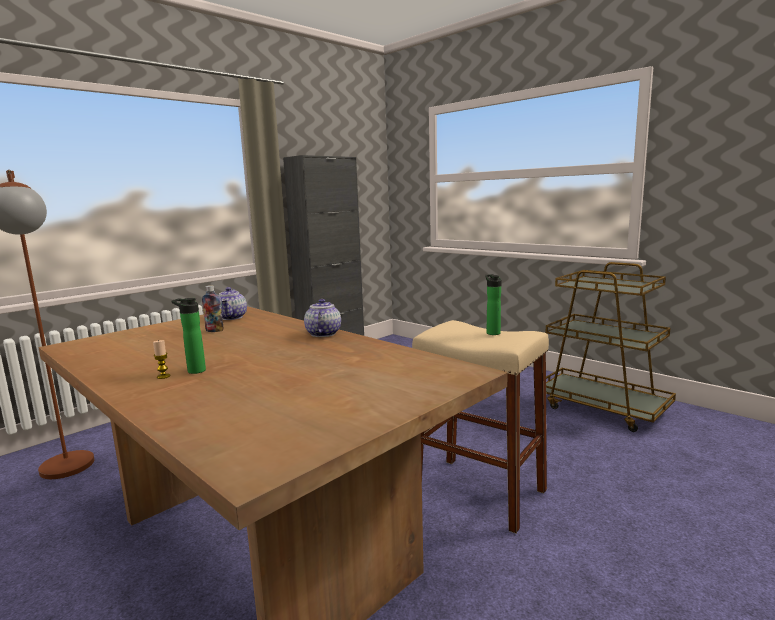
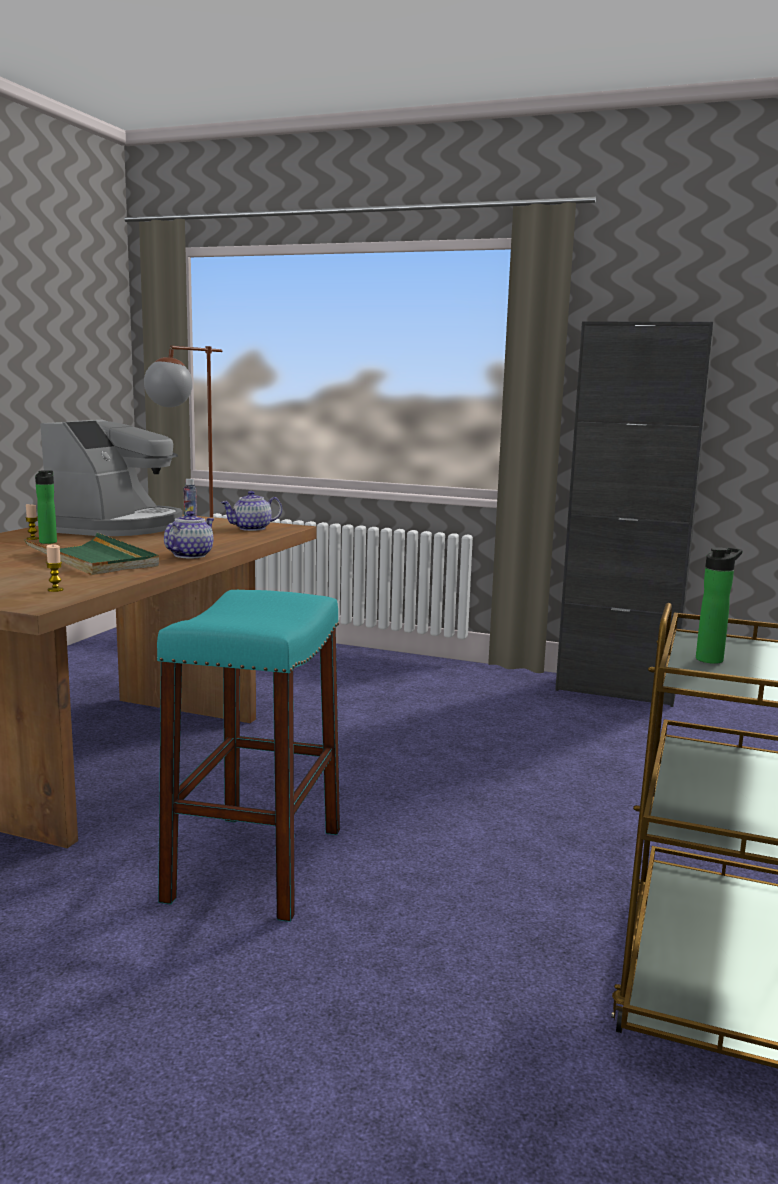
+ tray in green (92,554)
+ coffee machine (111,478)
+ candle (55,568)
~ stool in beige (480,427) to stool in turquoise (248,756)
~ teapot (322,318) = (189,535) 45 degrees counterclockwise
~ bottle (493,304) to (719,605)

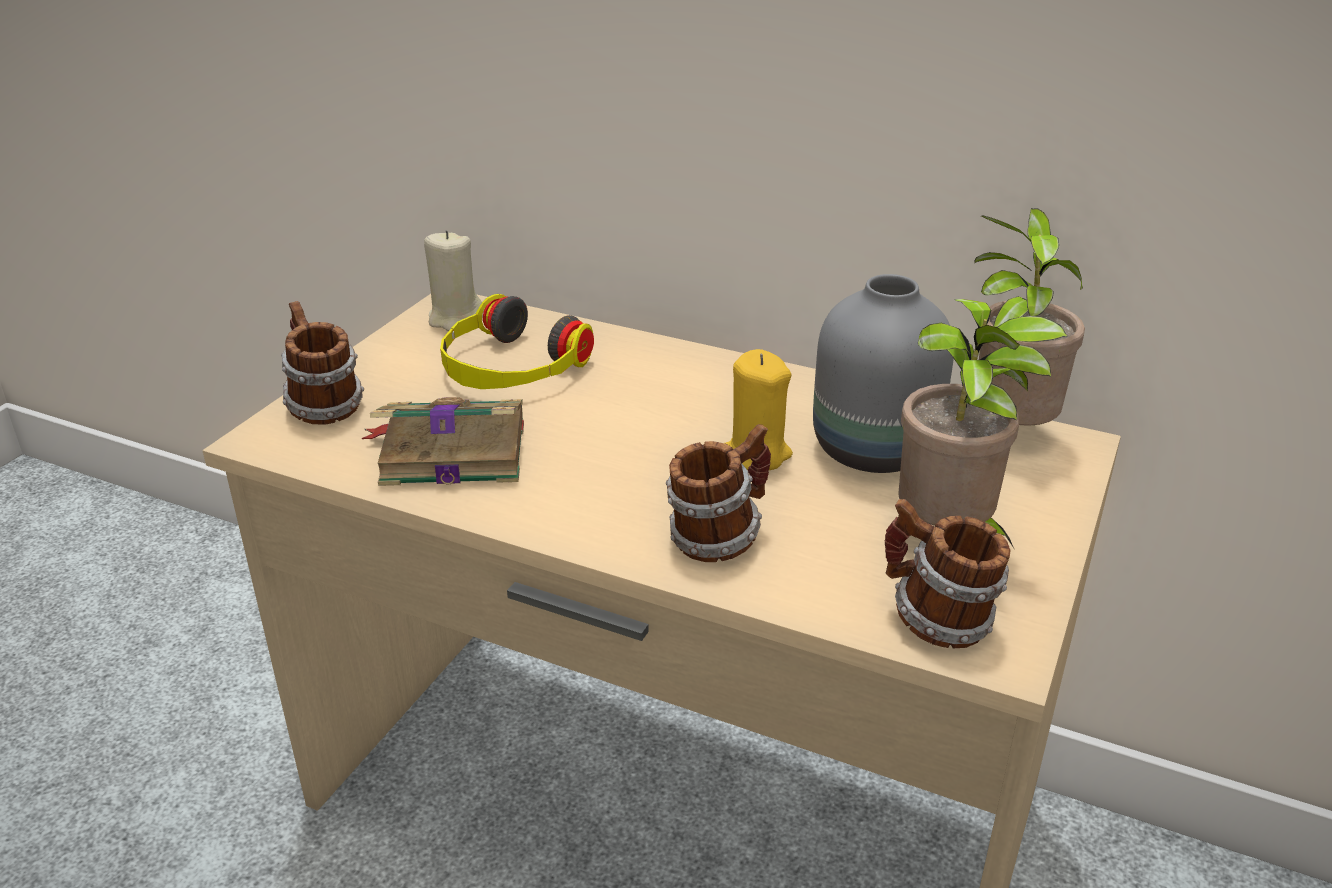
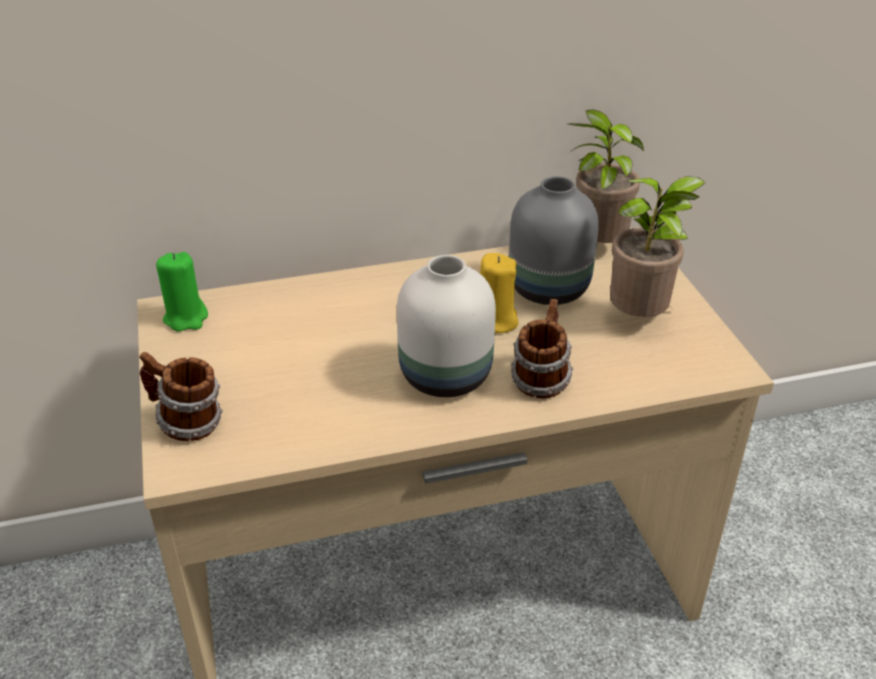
~ candle in beige (454,280) to candle in green (182,292)
+ vase in white (446,326)
- book (443,441)
- headphones (517,341)
- mug (948,573)

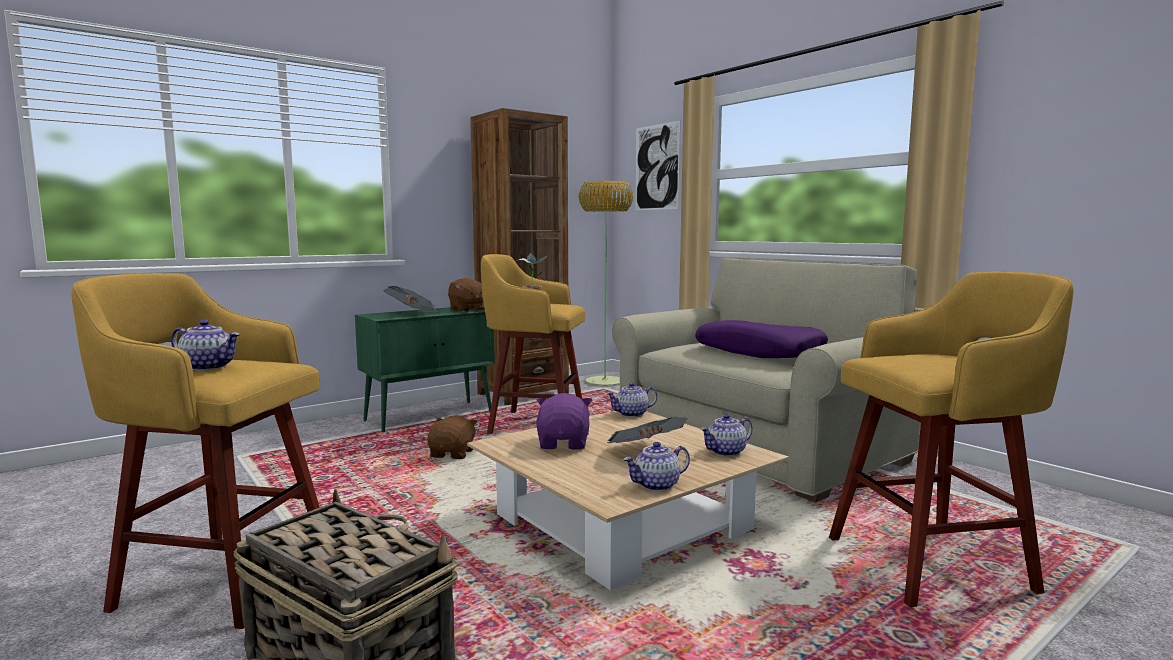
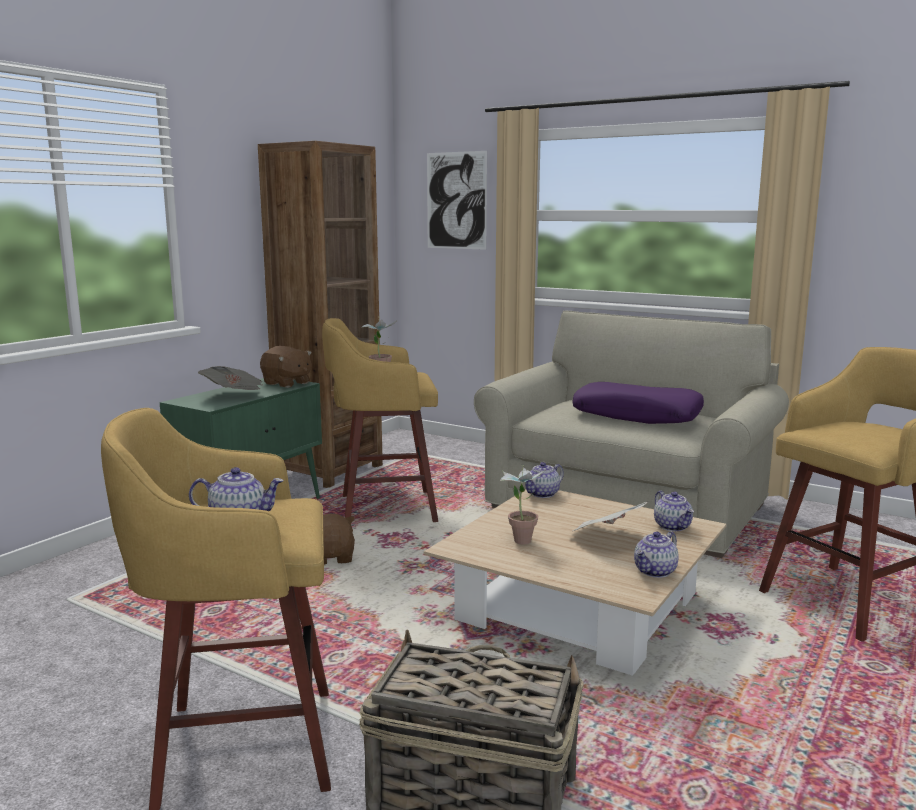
~ plush toy in purple (564,421) to potted plant (523,504)
~ teapot (726,435) = (674,511) 60 degrees counterclockwise
- floor lamp (606,284)

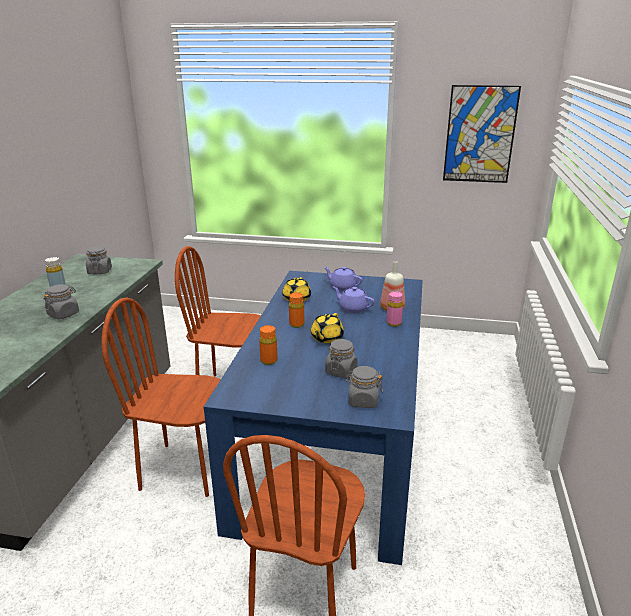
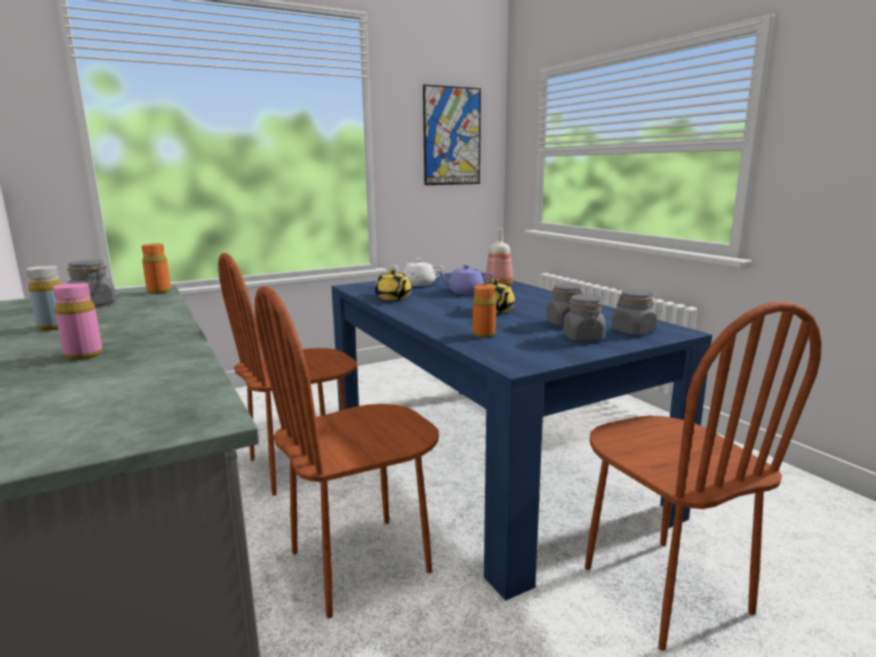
~ bottle in pink (395,309) to (77,321)
~ bottle in orange (296,310) to (156,269)
~ teapot in purple (343,279) to teapot in white (417,272)
~ jar in grey (61,301) to (584,317)

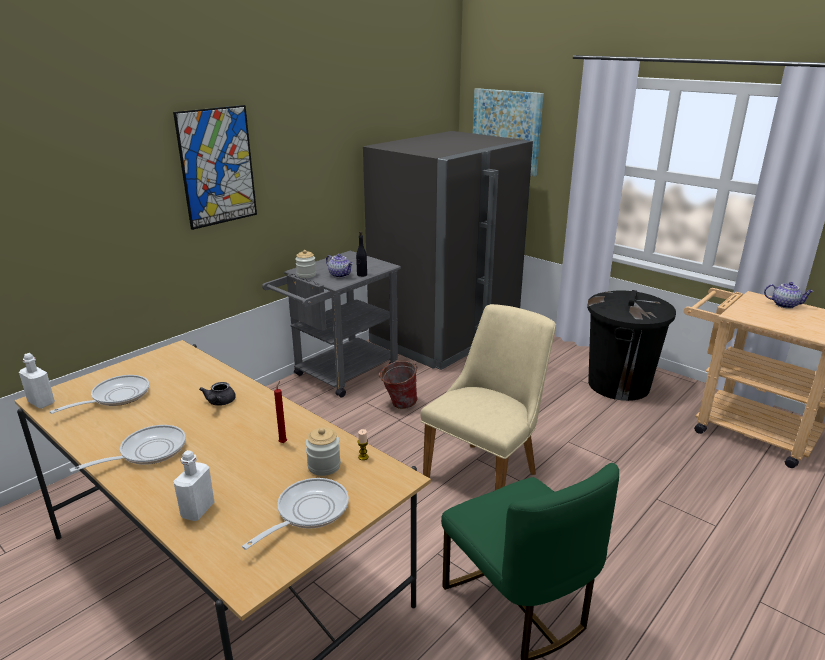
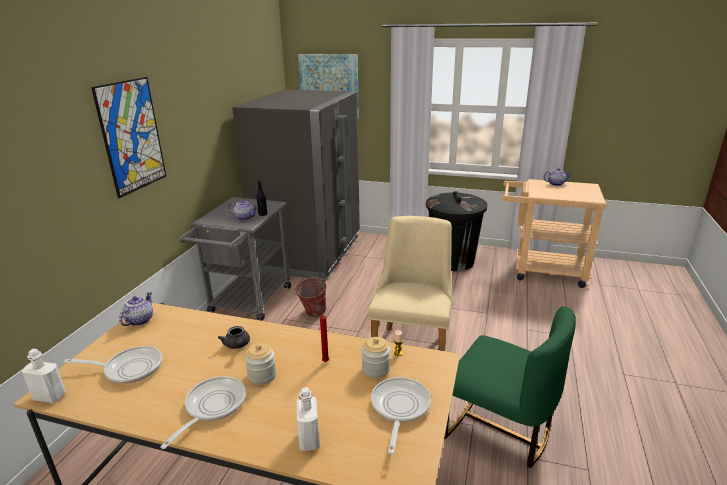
~ frying pan (99,394) = (113,365) 75 degrees clockwise
+ teapot (136,309)
~ jar (305,264) to (260,364)

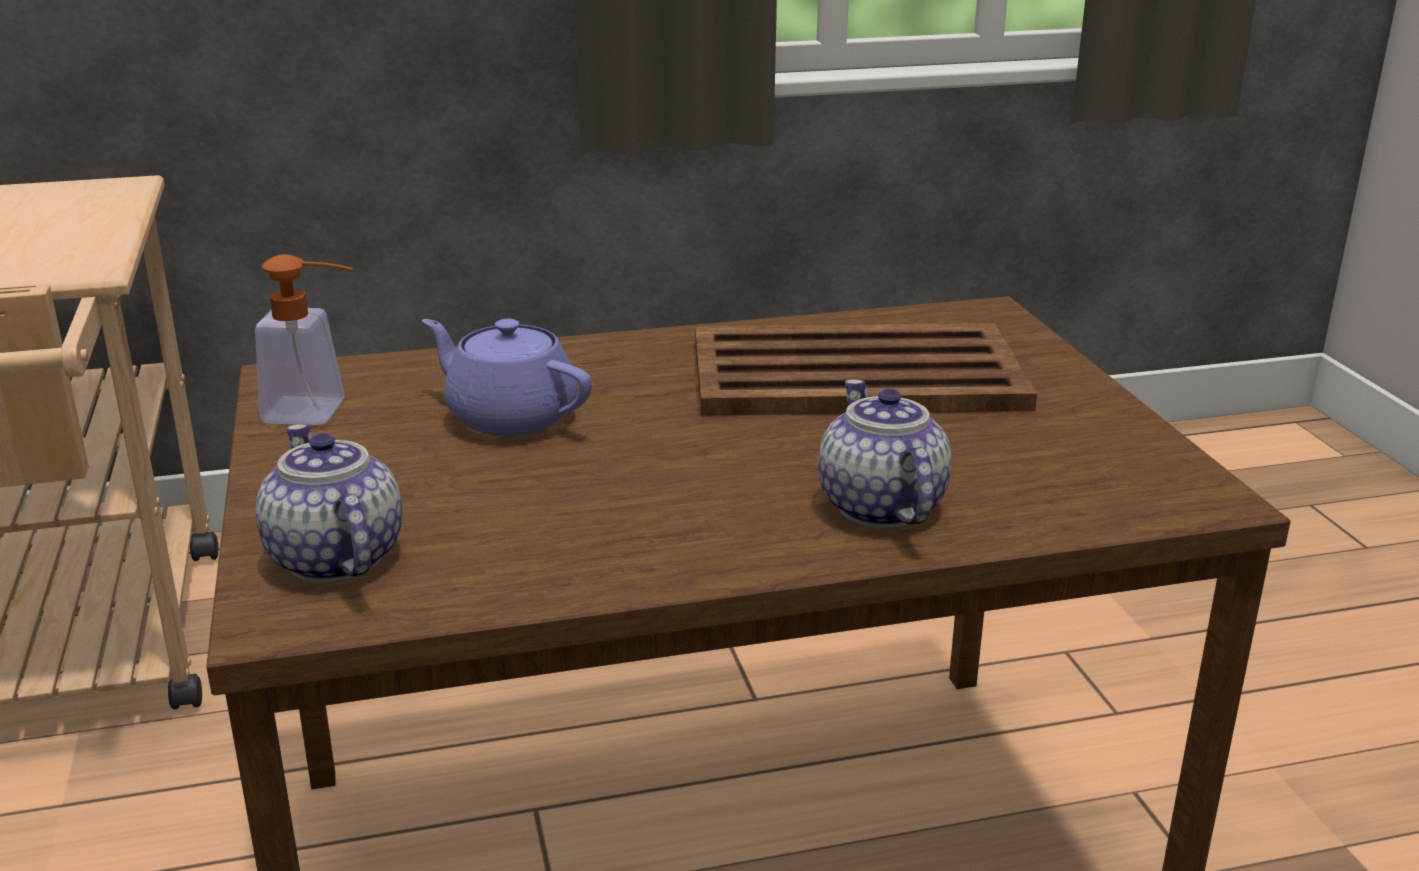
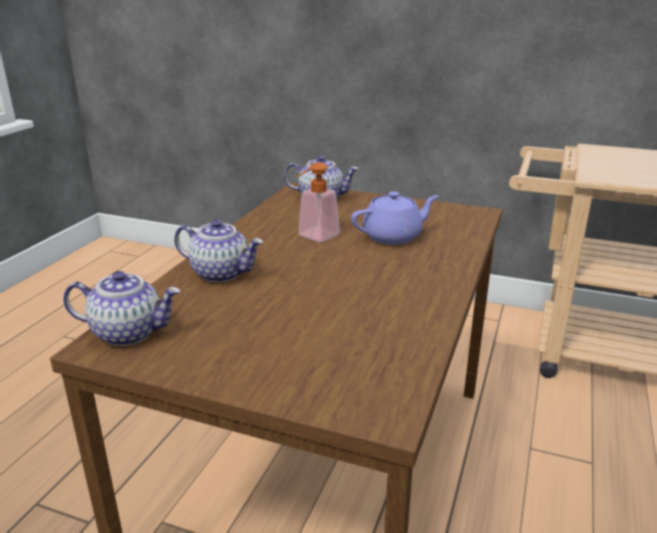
+ teapot (122,308)
~ soap dispenser (304,339) to (318,202)
- tray in brown (866,369)

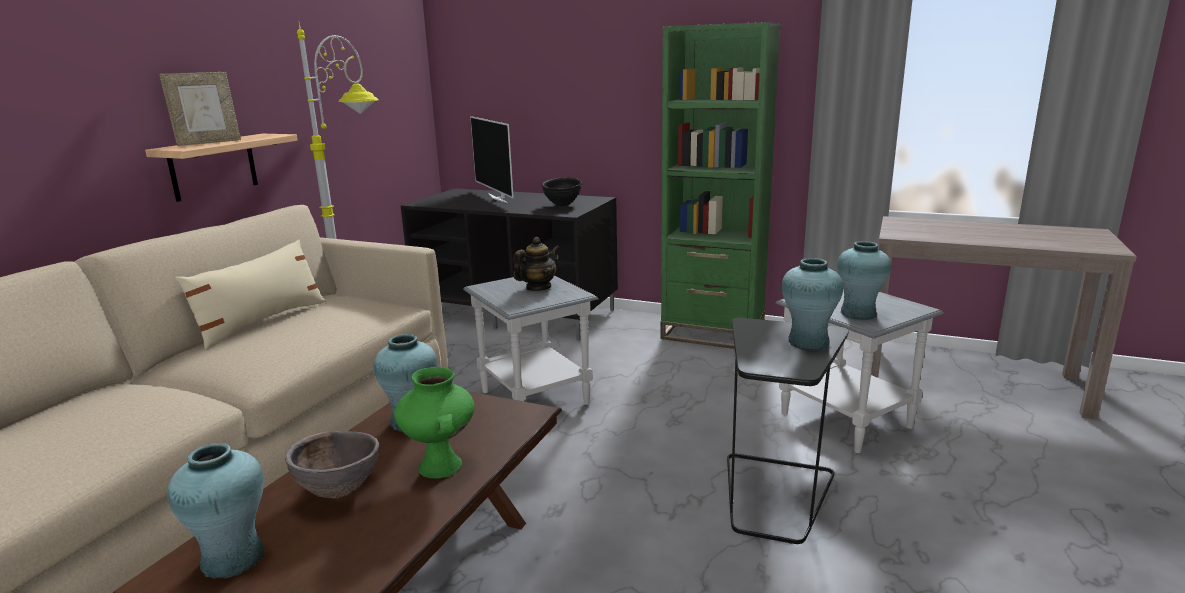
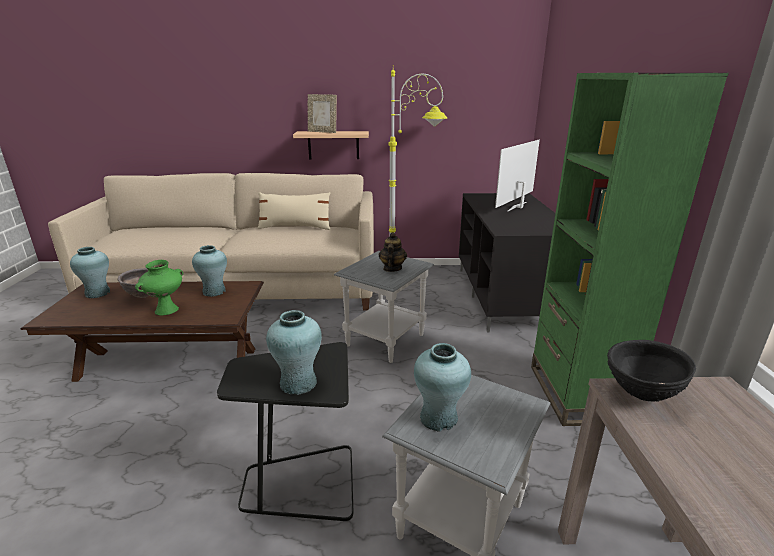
~ teapot (536,264) = (393,252) 105 degrees counterclockwise
~ bowl in black (562,191) to (651,371)

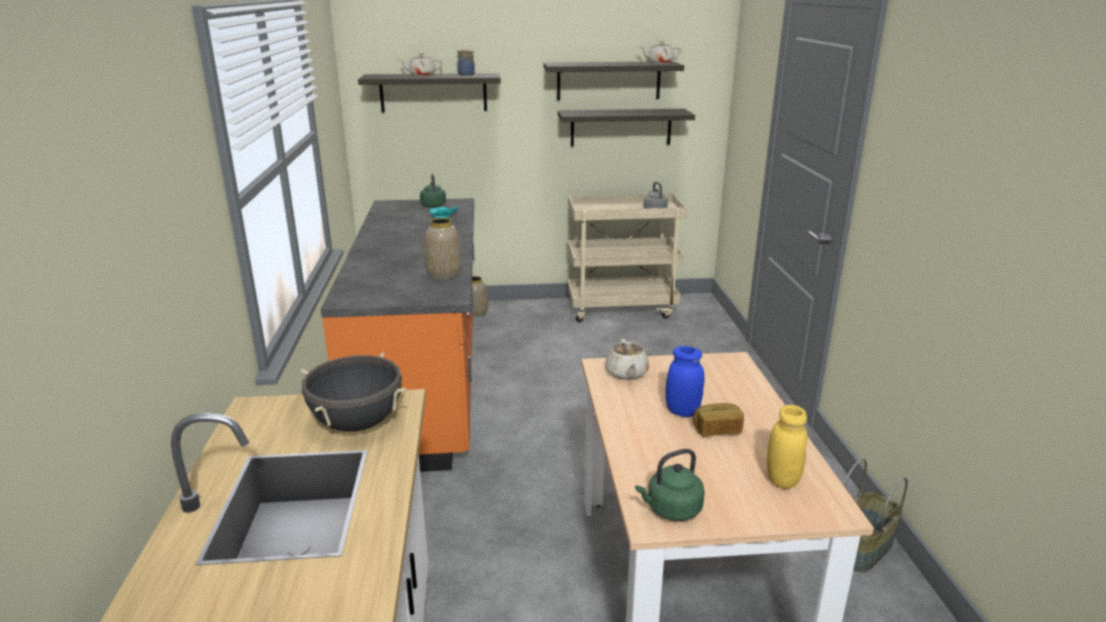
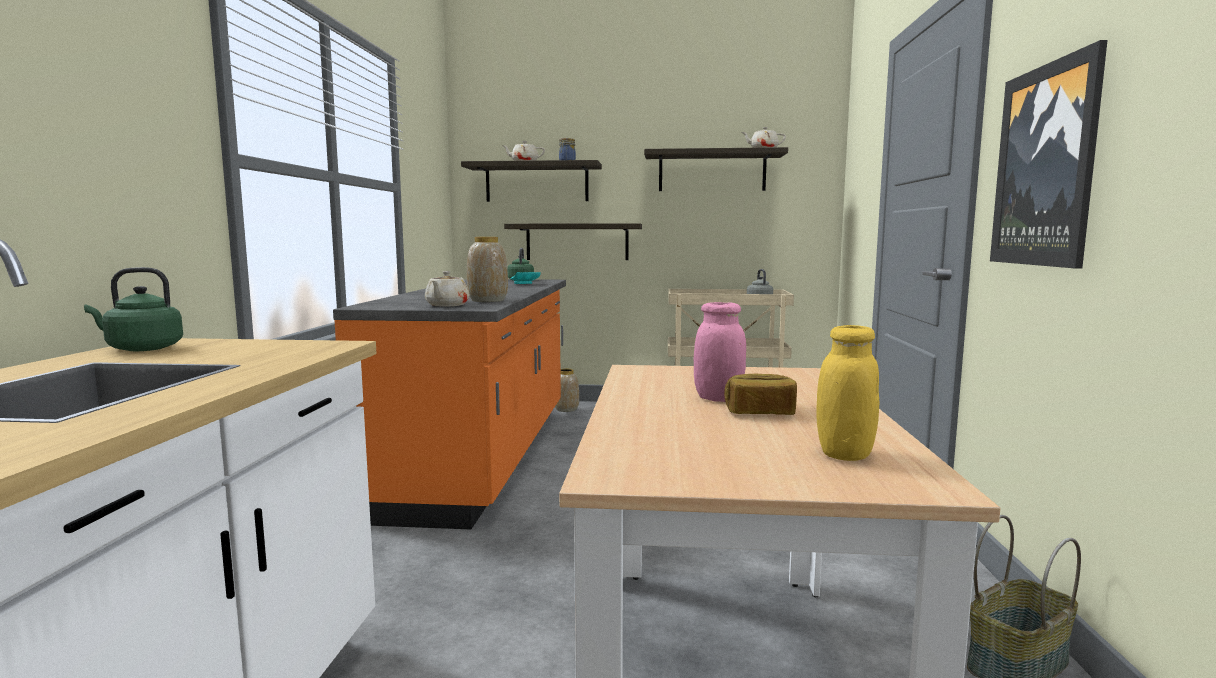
~ kettle in green (670,485) to (133,309)
~ teapot in beige (627,359) to (447,288)
~ shelf (626,127) to (573,241)
~ jar in blue (685,381) to jar in pink (720,352)
+ picture (1049,154)
- cooking pot in black (353,392)

